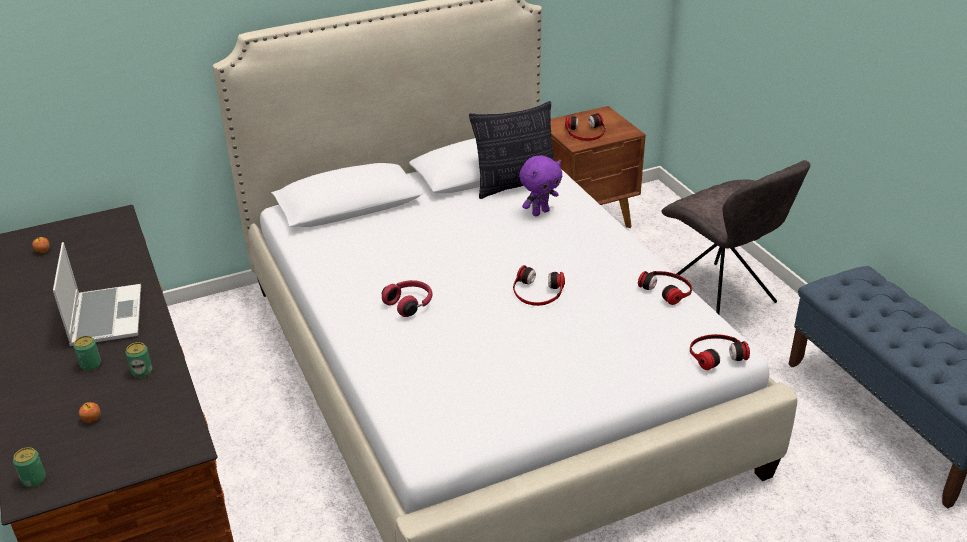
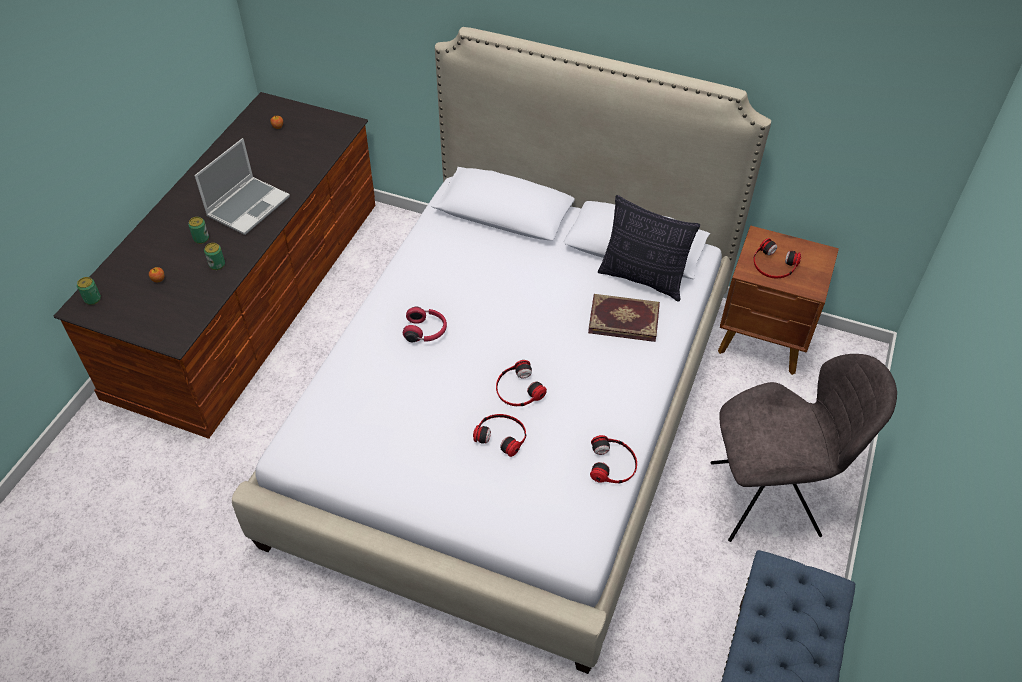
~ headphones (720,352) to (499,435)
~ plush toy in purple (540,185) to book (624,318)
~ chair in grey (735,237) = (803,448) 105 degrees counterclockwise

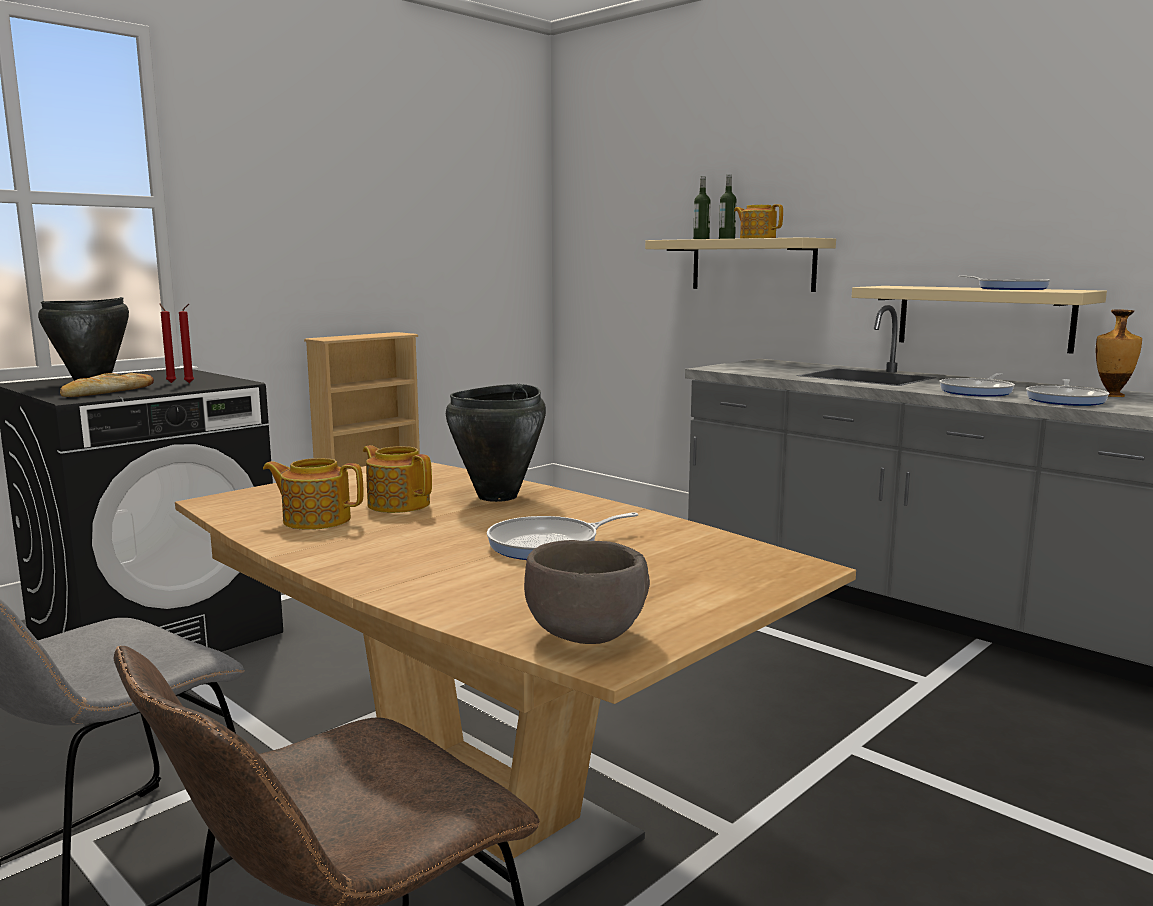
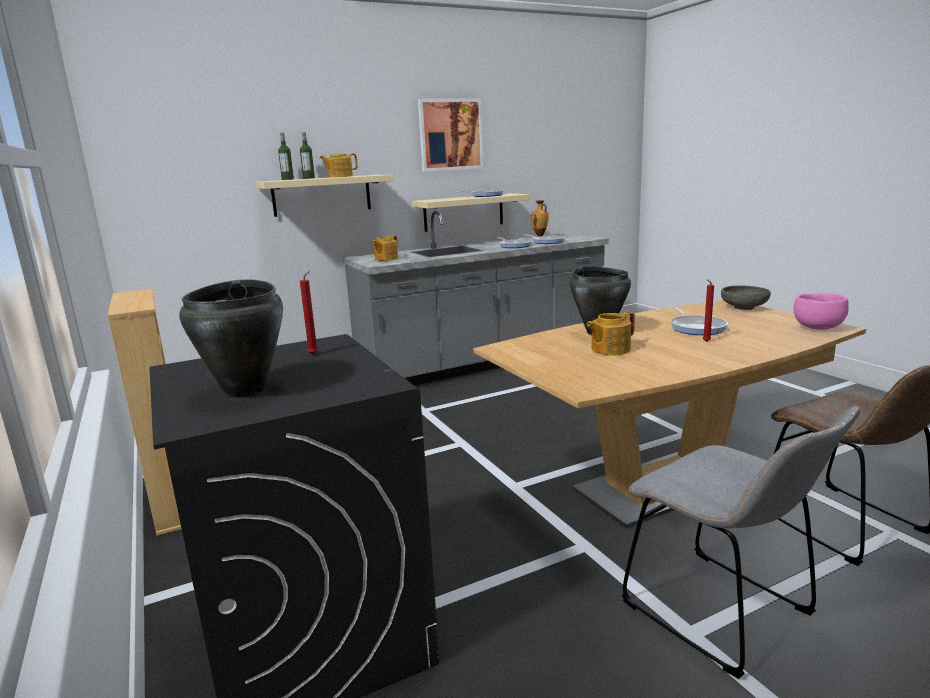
~ teapot (313,494) to (385,248)
+ picture (451,135)
~ candle in red (168,343) to (708,311)
+ bowl in grey (746,297)
~ bowl in brown (587,592) to bowl in pink (821,311)
- bread (107,385)

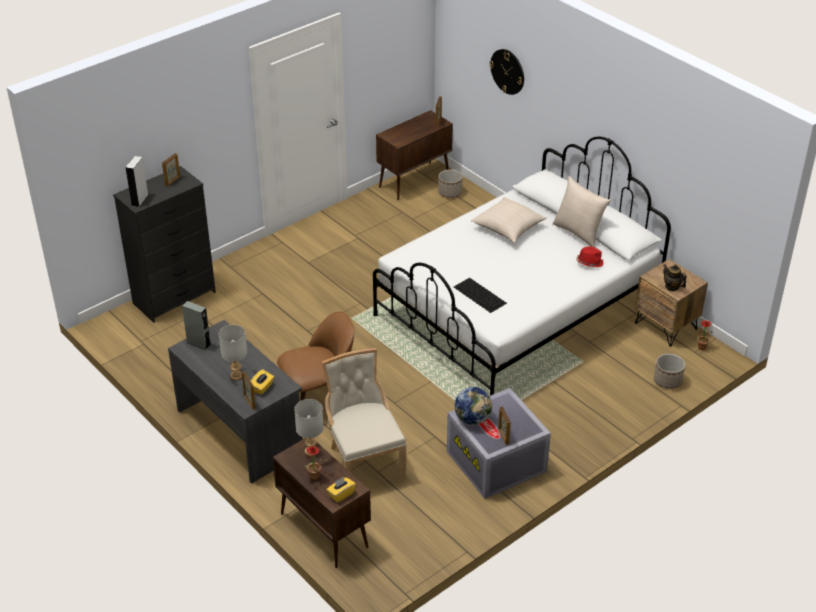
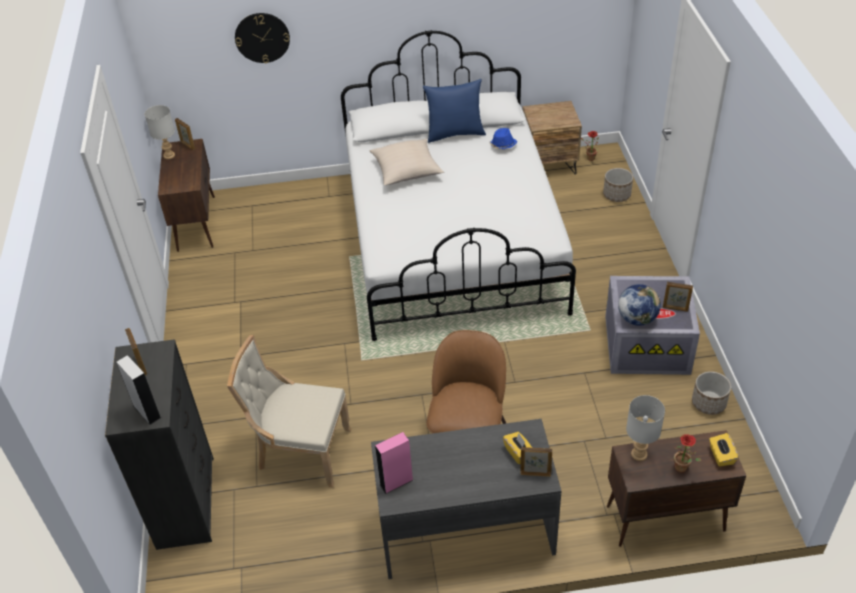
~ table lamp in grey (233,352) to (160,132)
~ chair in beige (364,414) to (289,411)
~ speaker in grey (196,325) to speaker in pink (394,463)
~ pillow in beige (582,211) to pillow in blue (454,111)
~ hat in red (589,256) to hat in blue (503,138)
~ planter (450,183) to (711,393)
- keyboard (480,295)
- teapot (675,277)

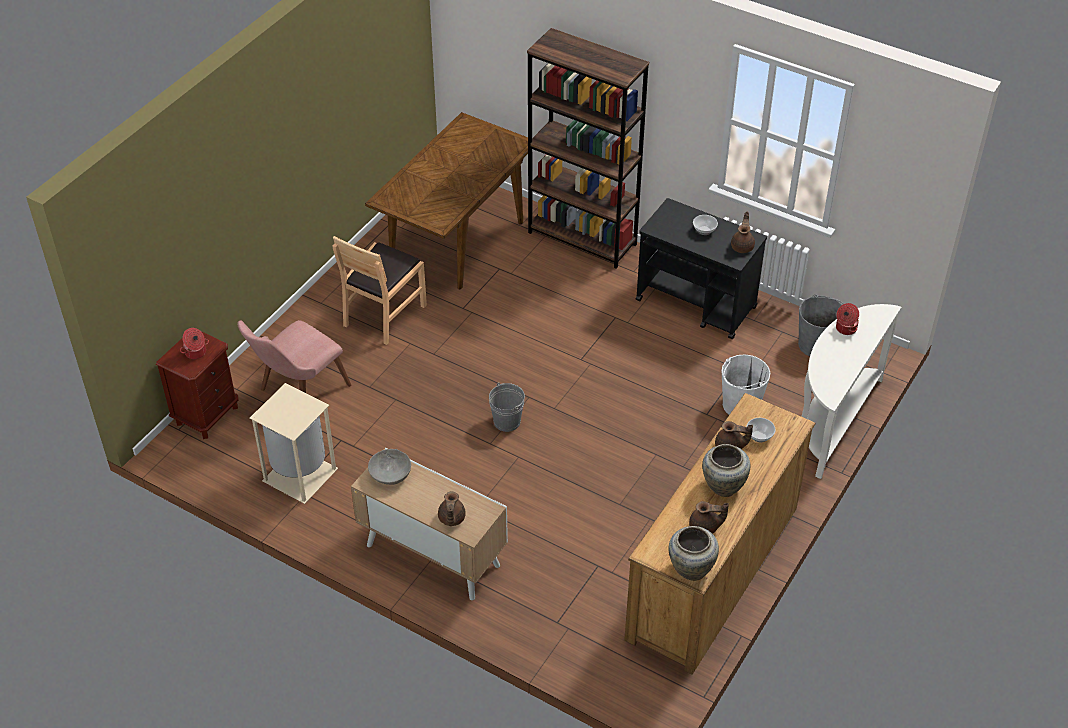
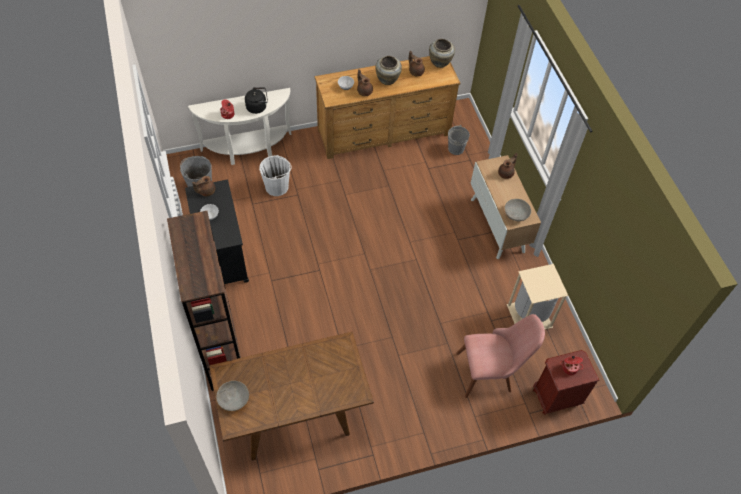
+ bowl in grey (232,396)
+ kettle in black (256,100)
~ bucket in grey (507,407) to (459,140)
- chair in brown (380,290)

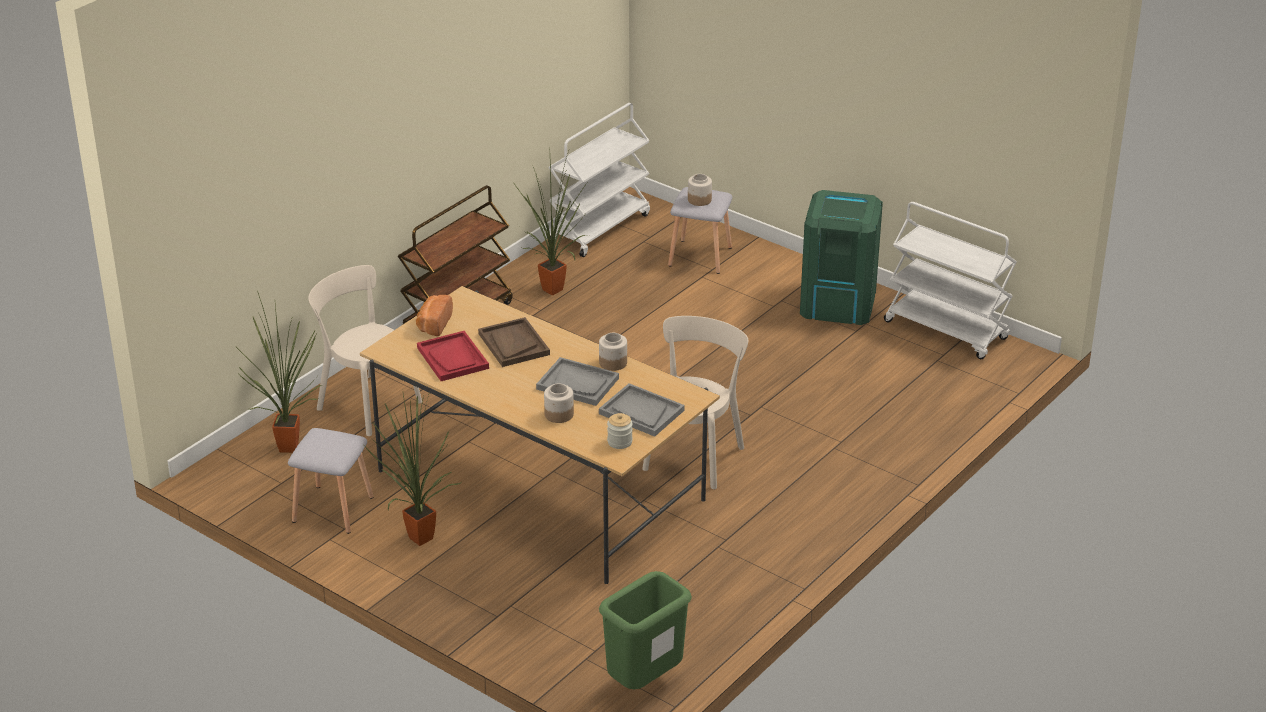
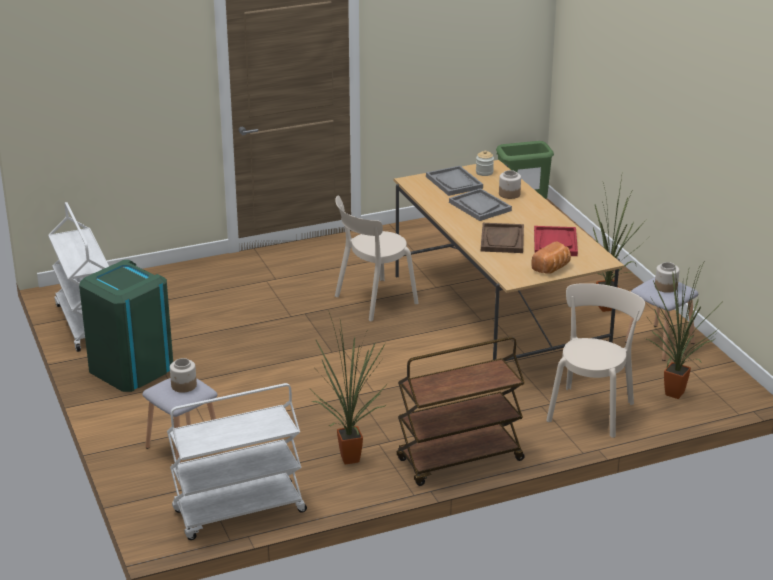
~ chair in beige (365,350) = (595,360) 135 degrees counterclockwise
~ jar (613,352) to (667,277)

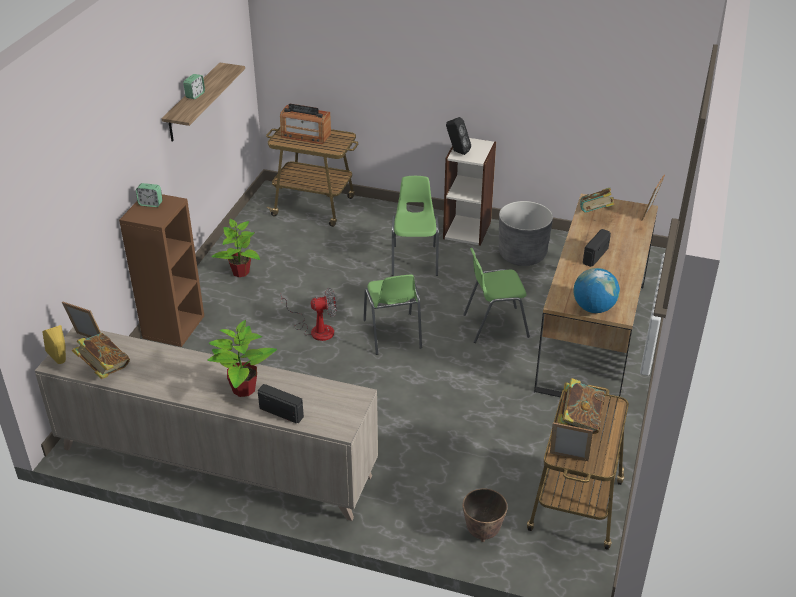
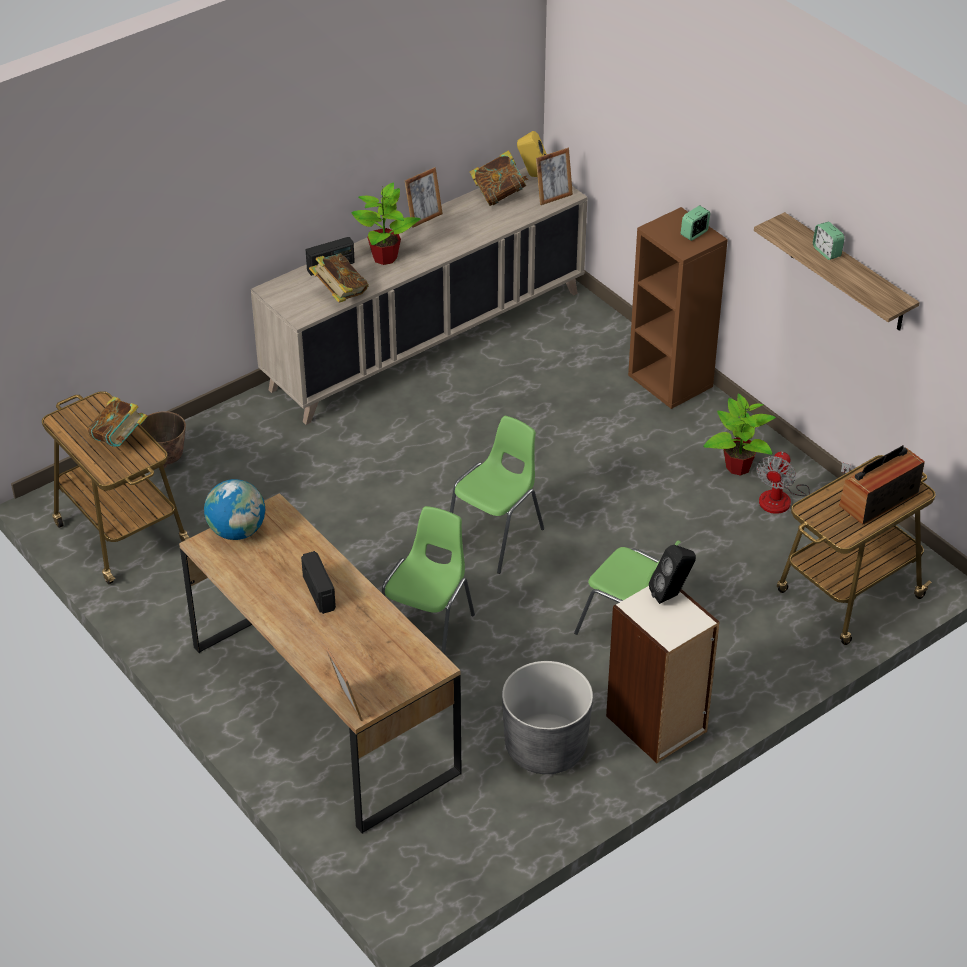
~ book (597,200) to (339,278)
~ picture frame (571,441) to (424,197)
~ chair in green (392,314) = (497,495) 105 degrees clockwise
~ fan (309,314) to (803,483)

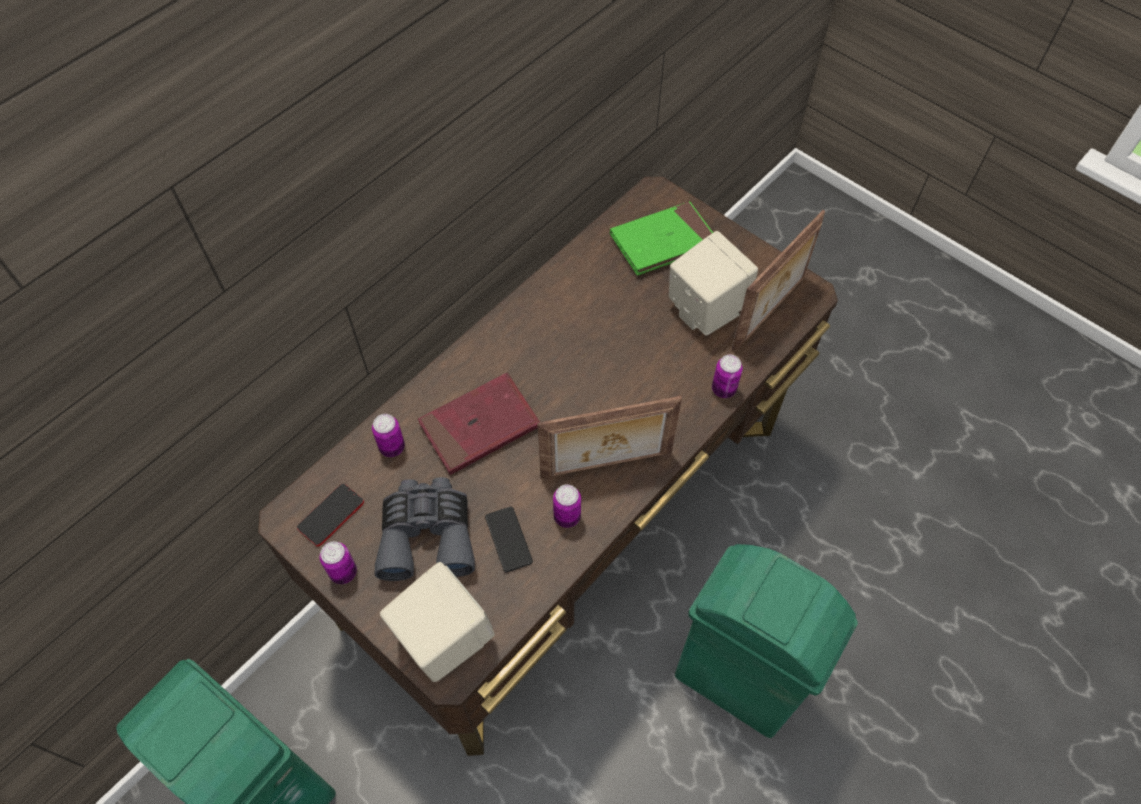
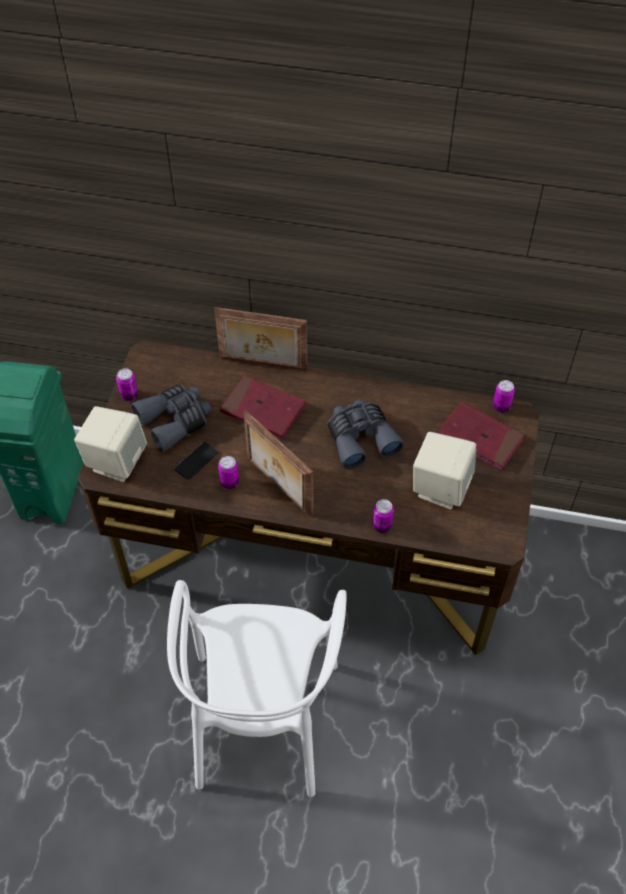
~ trash can in green (766,641) to chair in white (257,688)
~ picture frame (778,280) to (260,339)
+ binoculars in grey (365,434)
~ book in green (661,238) to book in red (481,436)
~ can (388,435) to (504,396)
- phone (330,515)

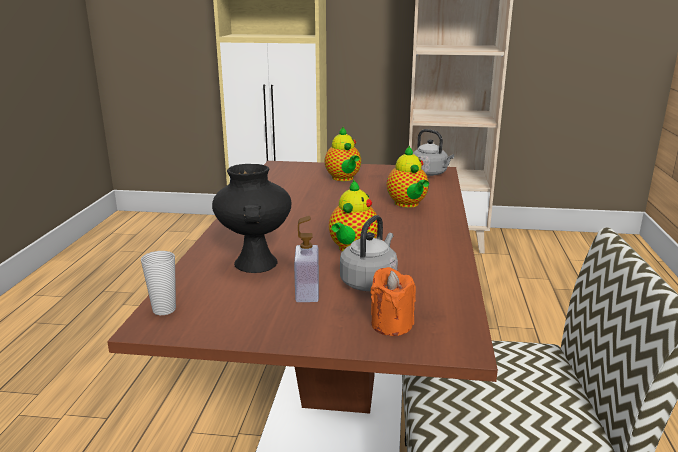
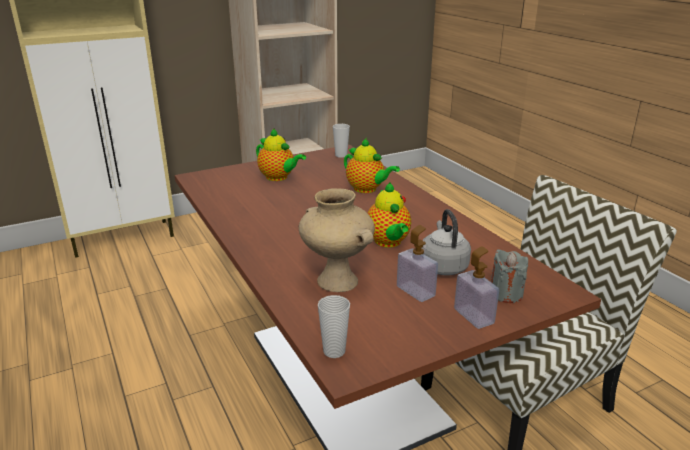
~ vase in black (252,218) to vase in beige (337,240)
~ kettle in grey (433,152) to cup (341,141)
+ soap dispenser (476,288)
~ candle in orange (393,301) to candle in grey (509,276)

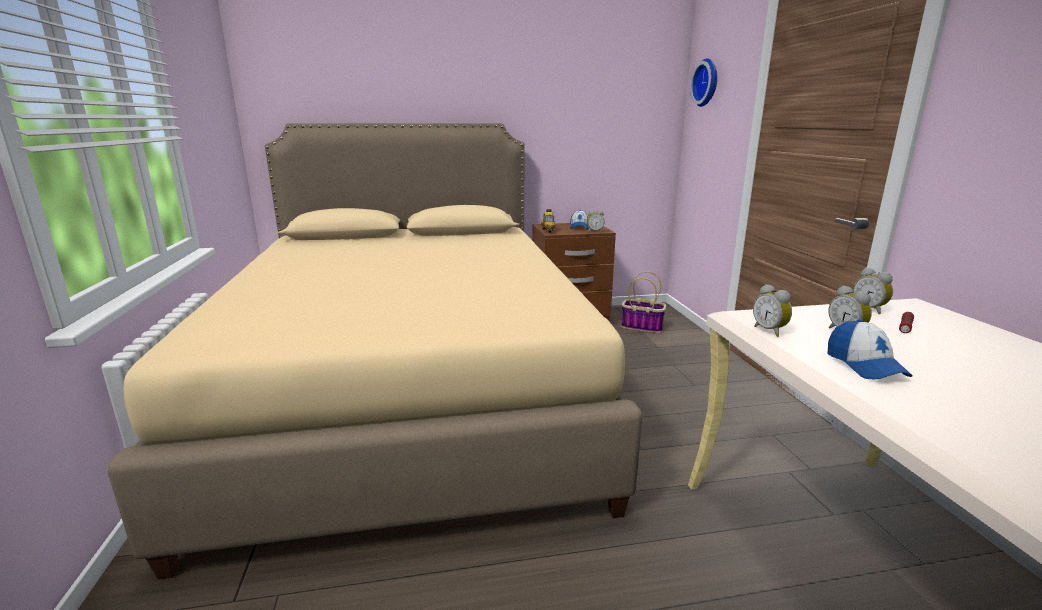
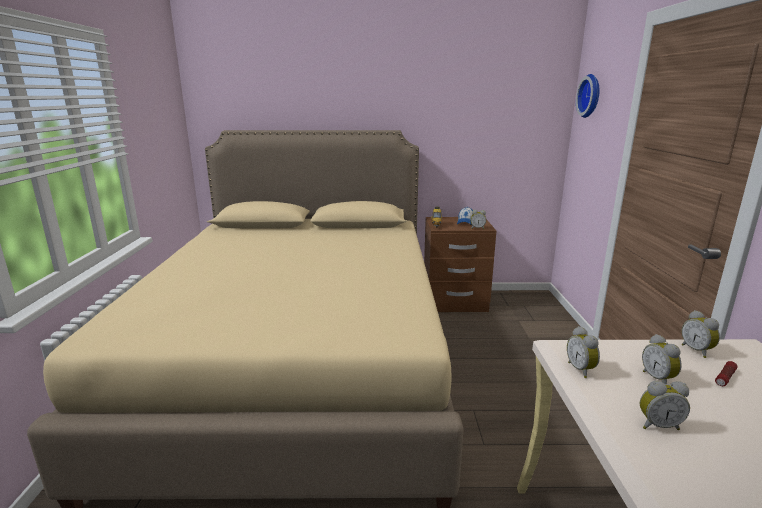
~ cap (870,349) to alarm clock (665,405)
- basket (643,302)

